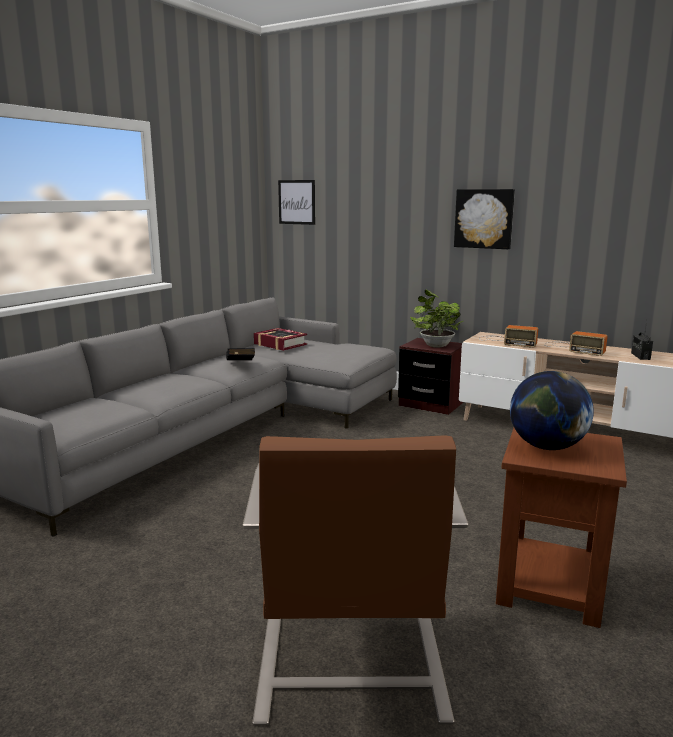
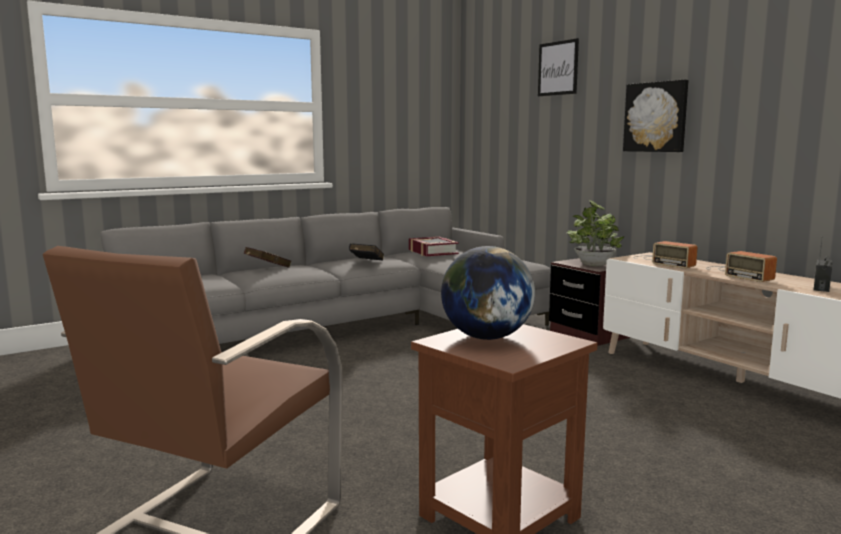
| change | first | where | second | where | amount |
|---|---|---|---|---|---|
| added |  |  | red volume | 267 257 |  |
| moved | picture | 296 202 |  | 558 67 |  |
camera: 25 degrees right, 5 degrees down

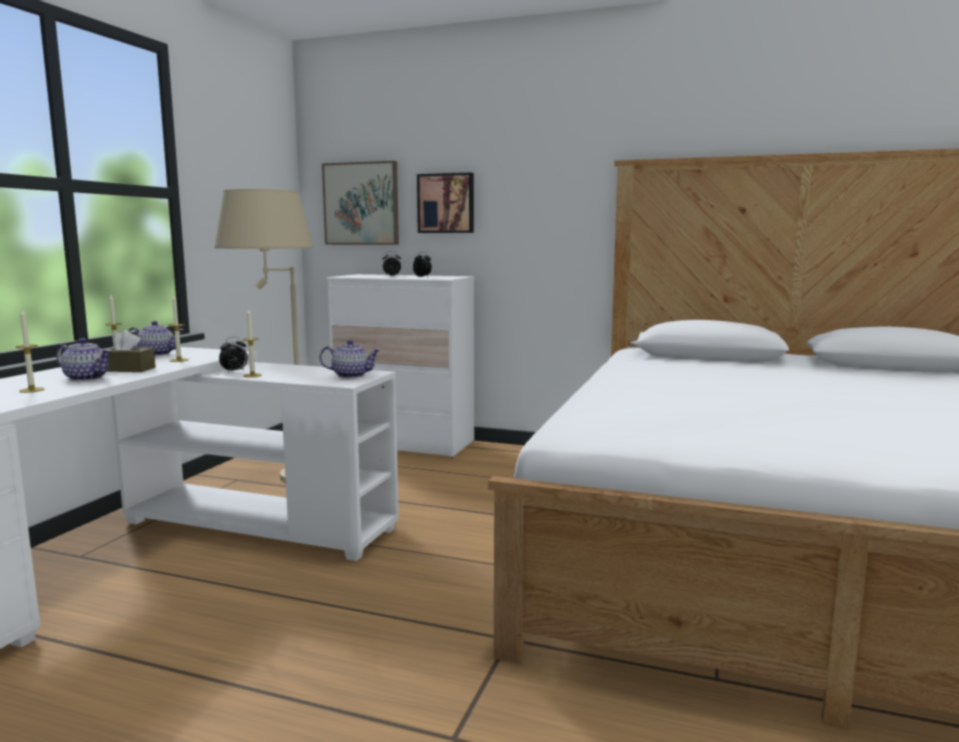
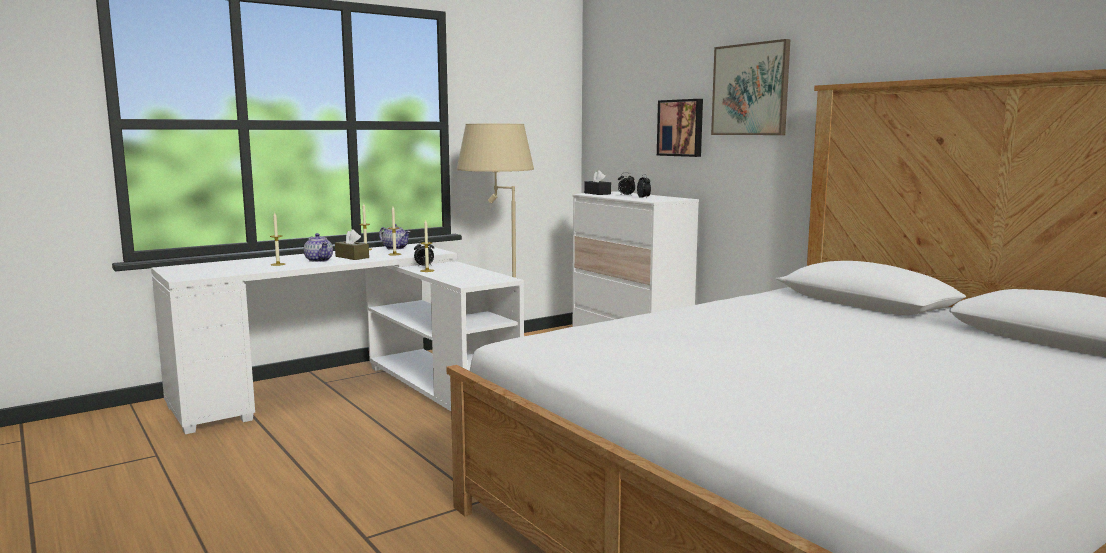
| change | first | where | second | where | amount |
|---|---|---|---|---|---|
| added |  |  | blackish box of tissues | 597 182 |  |
| moved | picture | 360 203 |  | 751 87 |  |
| removed | tea pot | 349 359 |  |  |  |
camera: 35 degrees right, 0 degrees up

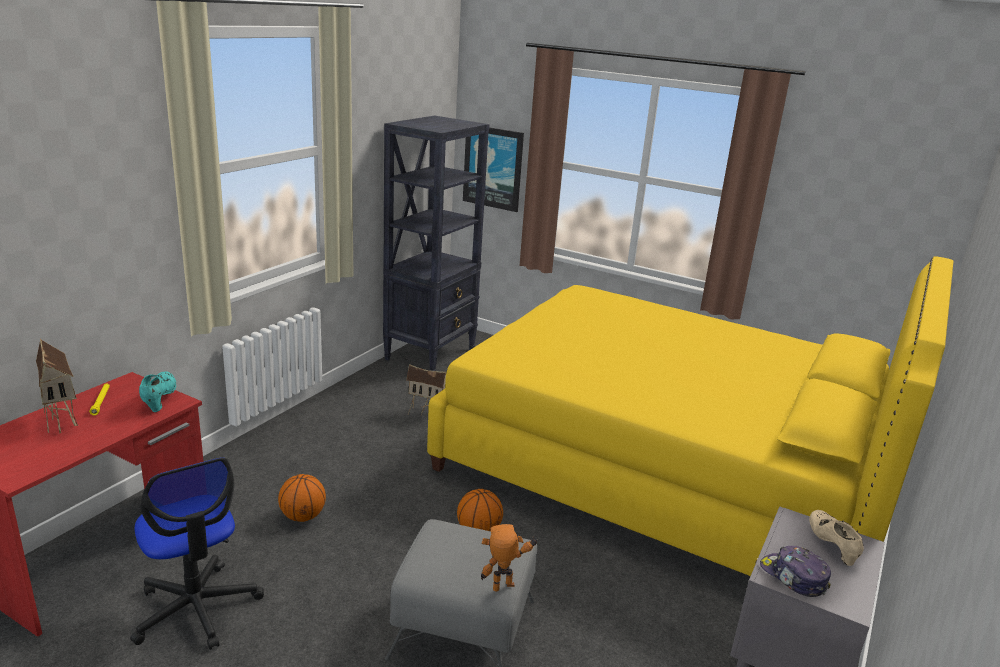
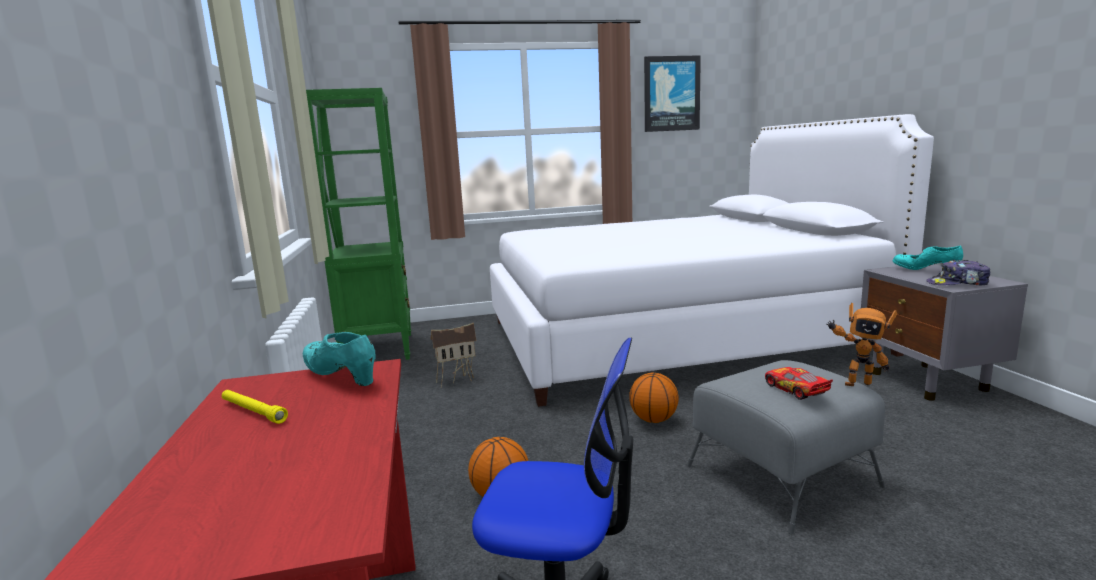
| change | first | where | second | where | amount |
|---|---|---|---|---|---|
| recoloured | blackish shelving unit | 436 243 | green-coloured shelving unit | 358 224 |  |
| recoloured | yellow-coloured sleeping bed | 690 416 | white-coloured sleeping bed | 712 260 |  |
| moved | picture | 493 169 |  | 672 93 |  |
| added |  |  | miniature car | 799 383 |  |
| turned | toy robot | 510 558 |  | 862 344 | 105 degrees counterclockwise |
| recoloured | beige-coloured shoe | 836 538 | blue-green shoe | 928 258 |  |
| removed | model house | 57 386 |  |  |  |
camera: 40 degrees left, 10 degrees down

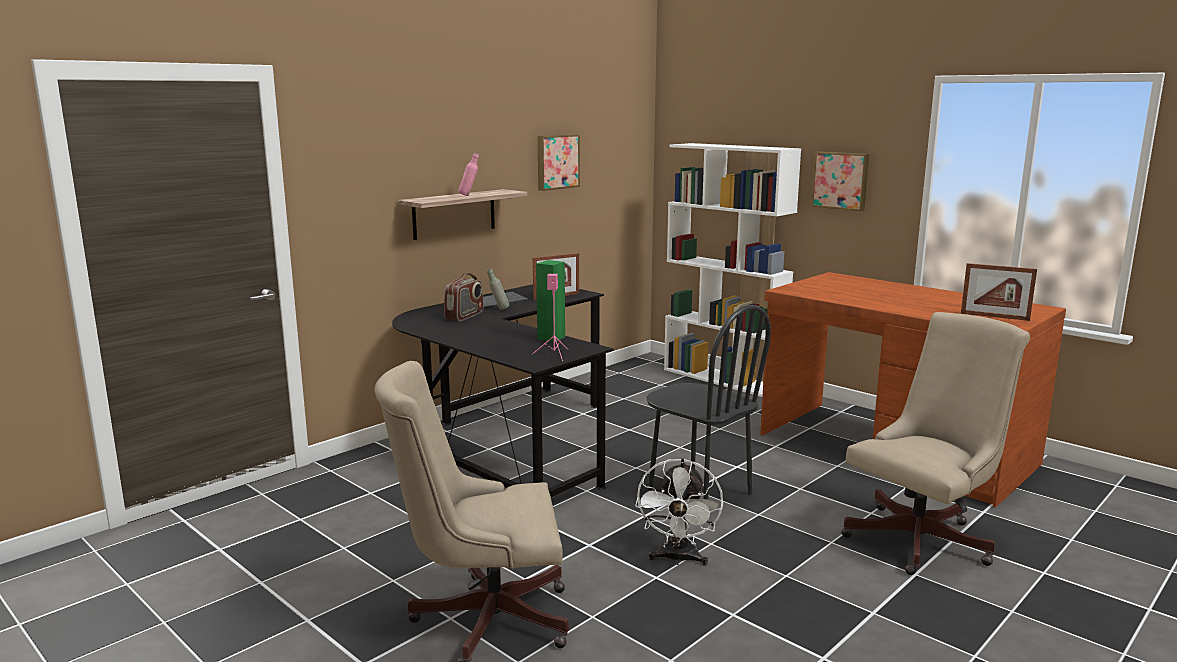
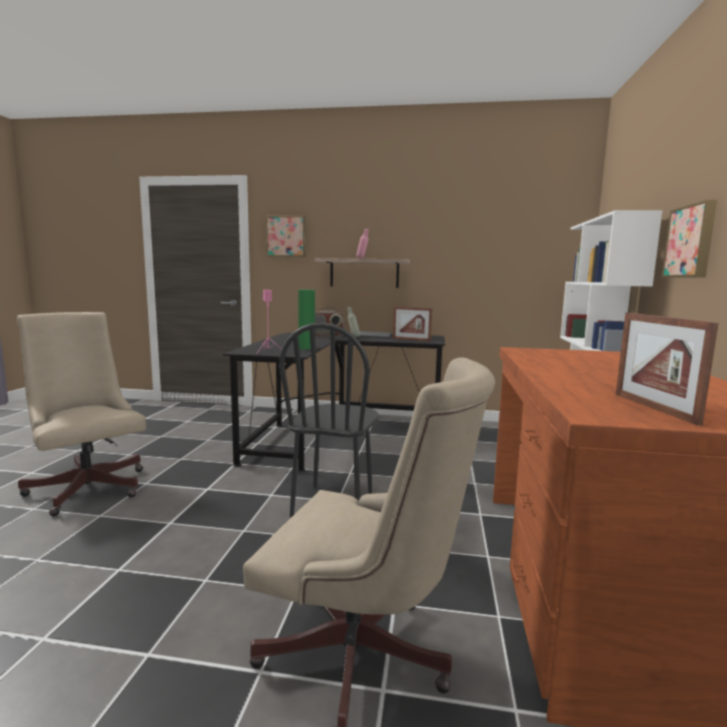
| change | first | where | second | where | amount |
|---|---|---|---|---|---|
| moved | picture | 558 162 |  | 286 236 |  |
| removed | white-coloured cooling fan | 679 512 |  |  |  |
camera: 55 degrees right, 5 degrees down

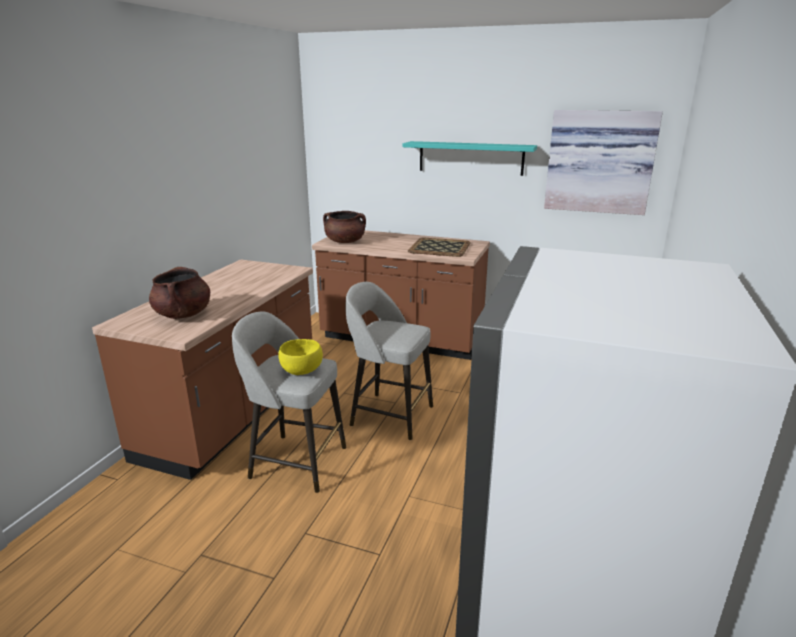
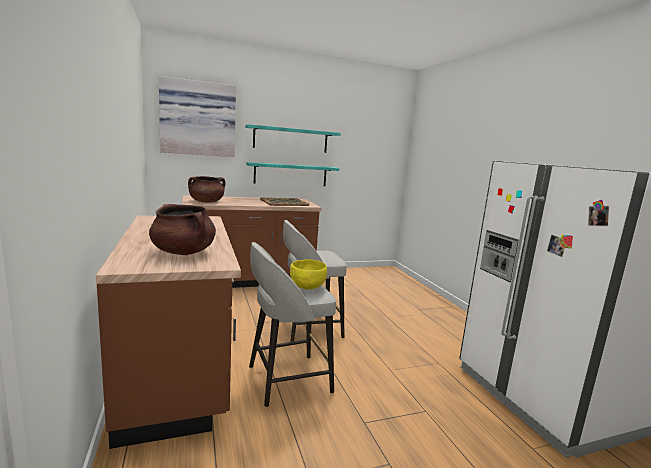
| change | first | where | second | where | amount |
|---|---|---|---|---|---|
| moved | picture | 603 162 |  | 197 116 |  |
| added |  |  | blue-green shelf | 292 174 |  |
camera: 40 degrees left, 10 degrees down

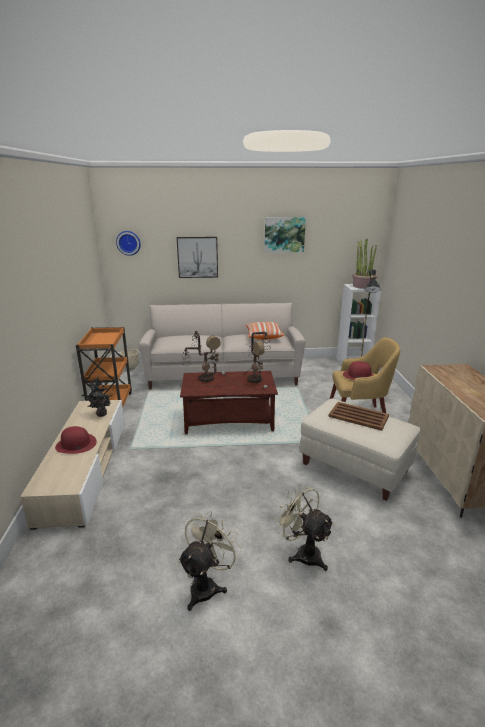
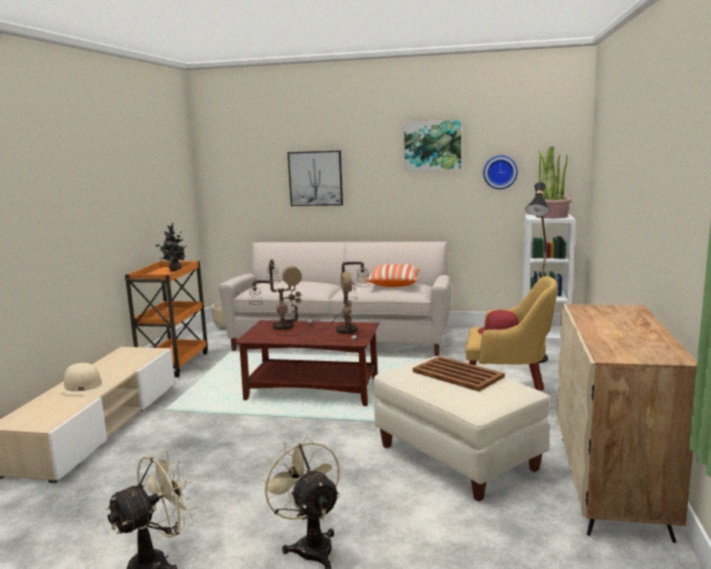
| change | first | where | second | where | amount |
|---|---|---|---|---|---|
| recoloured | red hat | 76 440 | beige-coloured hat | 83 379 |  |
| moved | potted plant | 96 396 |  | 172 247 |  |
| moved | wall clock | 128 243 |  | 500 172 |  |
camera: 15 degrees right, 10 degrees down

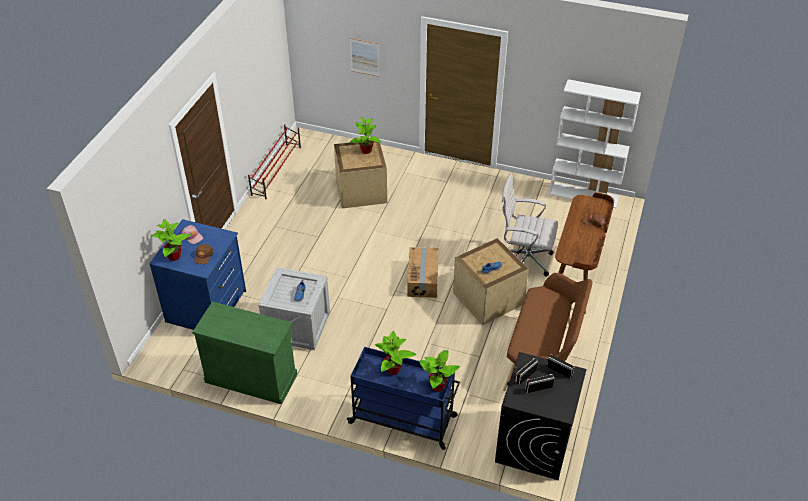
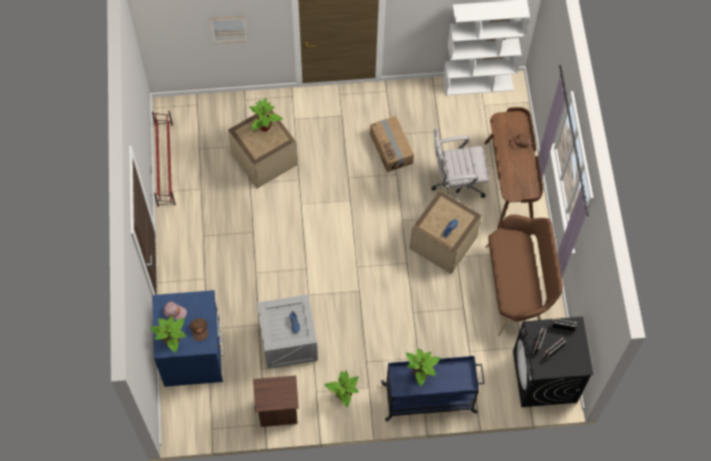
| change | first | where | second | where | amount |
|---|---|---|---|---|---|
| replaced | green-coloured cabinet | 244 353 | brownish nightstand | 276 401 |  |
| moved | potted plant | 439 371 |  | 341 388 |  |
| moved | carton | 422 272 |  | 392 144 |  |
camera: 25 degrees left, 20 degrees up

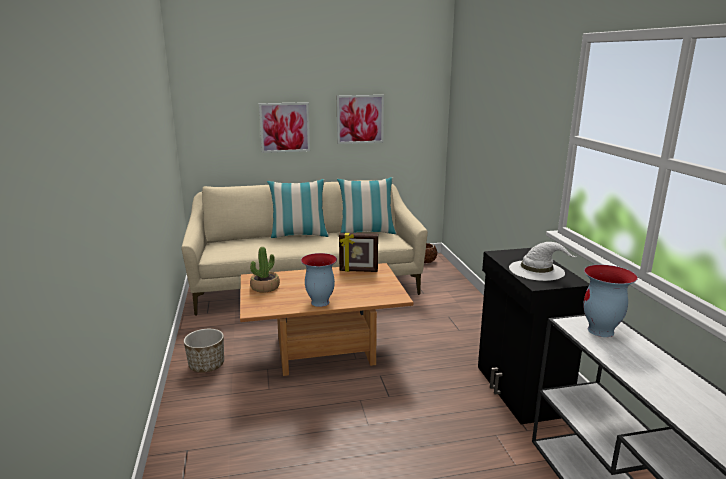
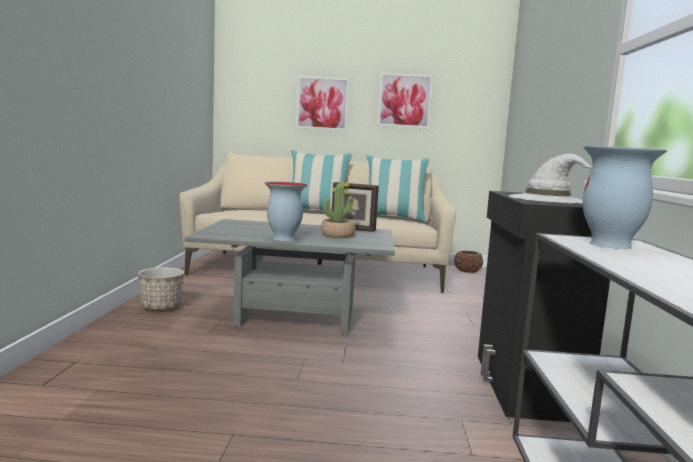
| change | first | where | second | where | amount |
|---|---|---|---|---|---|
| recoloured | brownish low table | 326 319 | grey low table | 289 277 |  |
| moved | potted plant | 265 270 |  | 338 211 |  |
camera: 15 degrees right, 10 degrees down

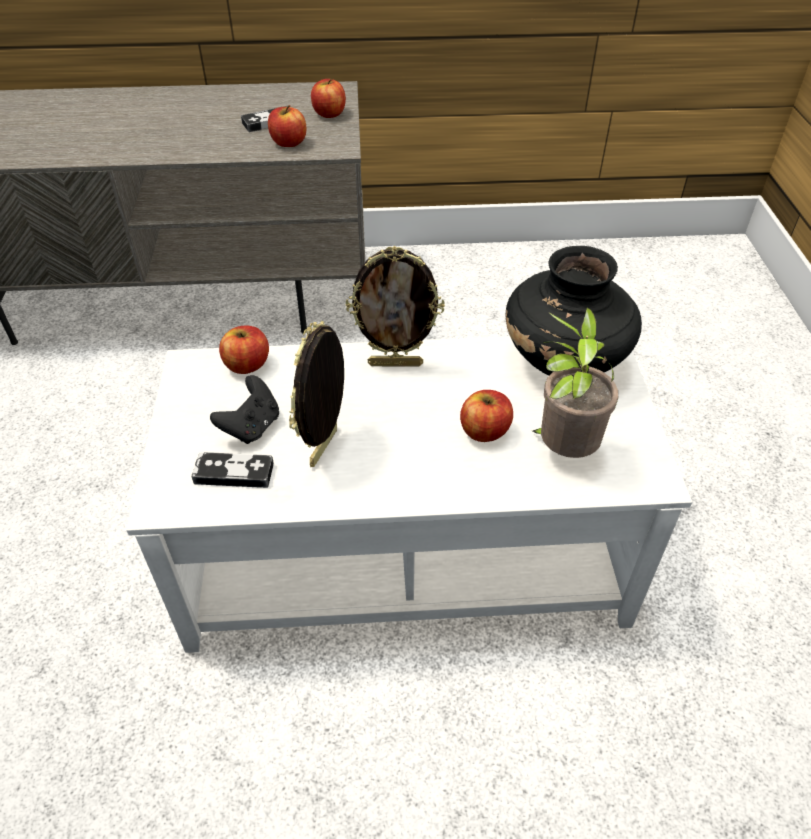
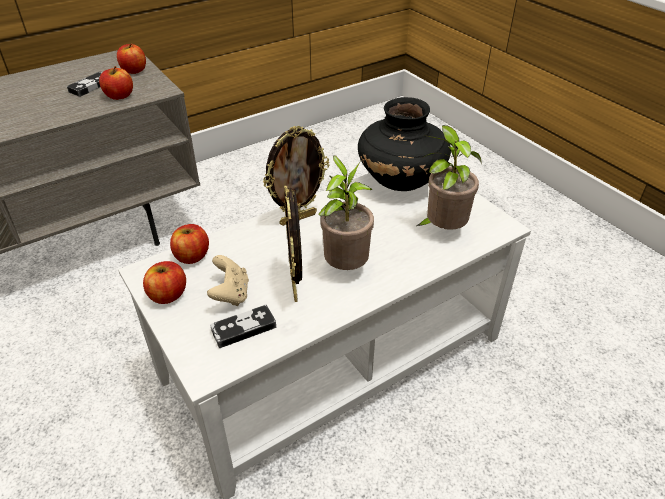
| change | first | where | second | where | amount |
|---|---|---|---|---|---|
| moved | whole apple | 486 416 |  | 164 282 |  |
| recoloured | blackish joypad | 244 409 | beige-coloured joypad | 228 280 |  |
| added |  |  | potted plant | 346 213 |  |
camera: 30 degrees left, 5 degrees down

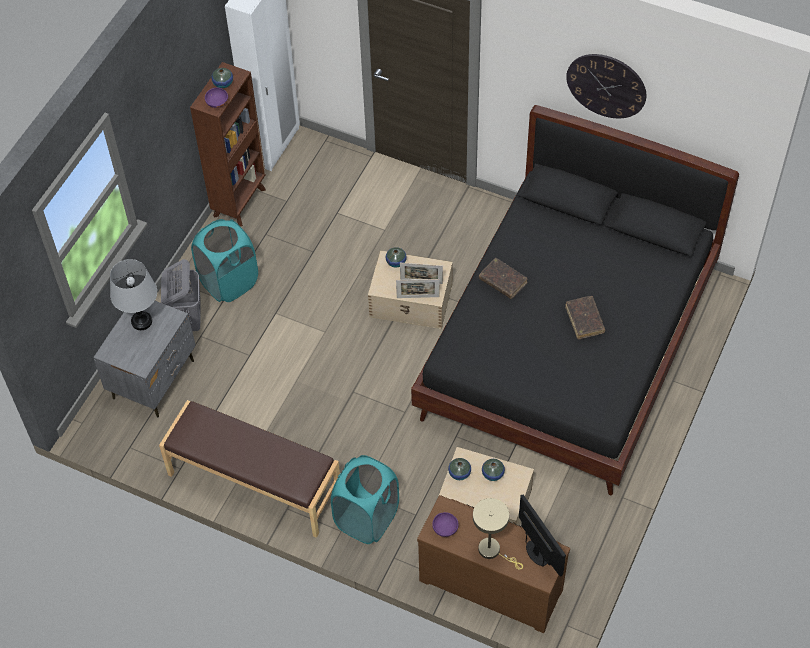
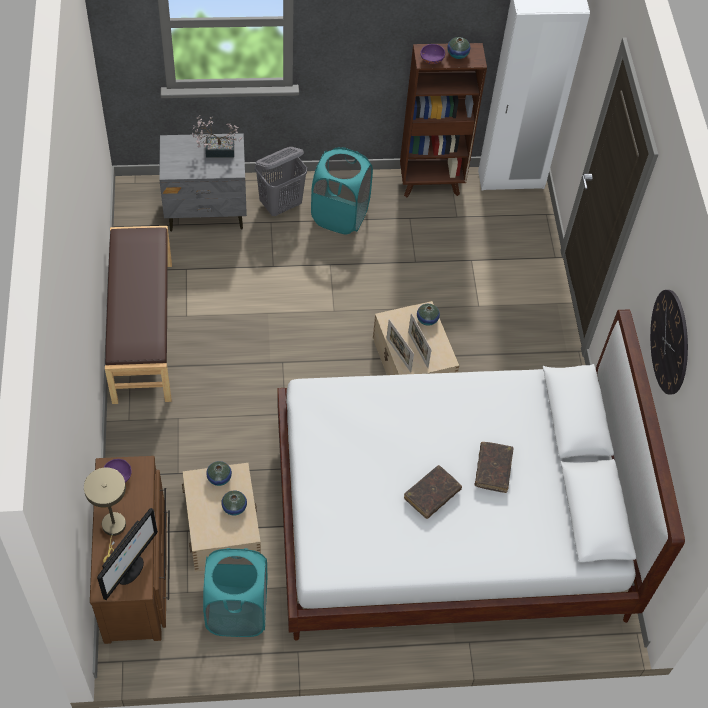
| change | first | where | second | where | amount |
|---|---|---|---|---|---|
| replaced | grey tabletop lamp | 133 294 | potted plant | 217 136 |  |
| moved | blue-green laundry basket | 365 499 |  | 235 592 |  |
| recoloured | blackish sleeping bed | 575 300 | white-coloured sleeping bed | 481 475 |  |
| moved | brownish volume | 503 278 |  | 494 467 |  |
camera: 55 degrees right, 0 degrees up

